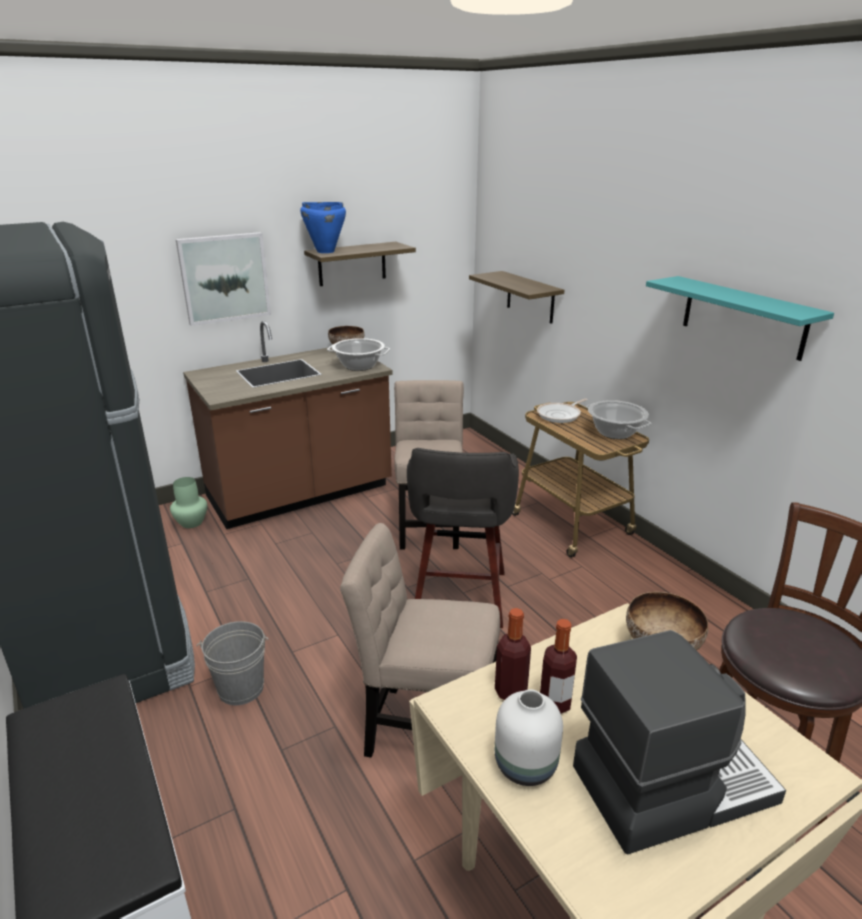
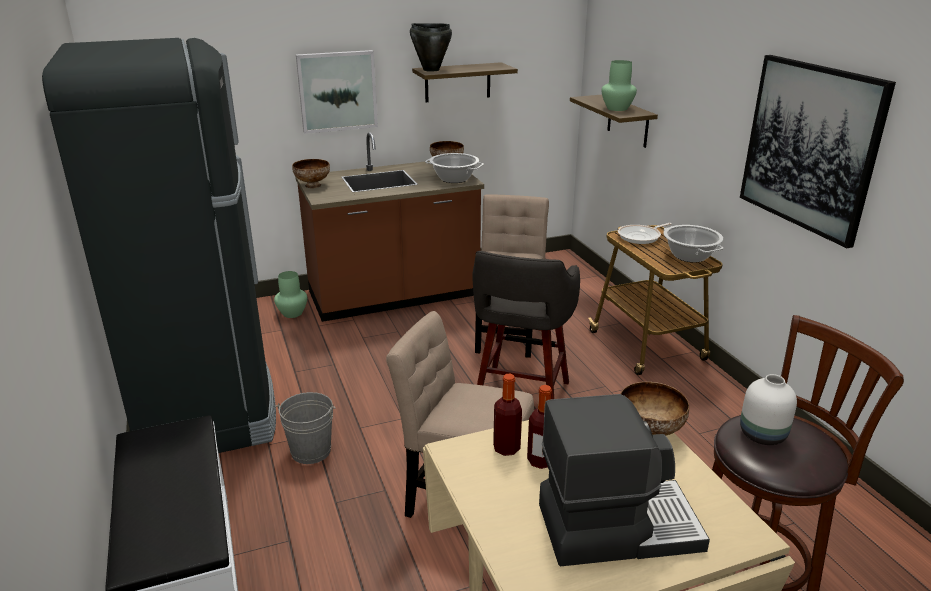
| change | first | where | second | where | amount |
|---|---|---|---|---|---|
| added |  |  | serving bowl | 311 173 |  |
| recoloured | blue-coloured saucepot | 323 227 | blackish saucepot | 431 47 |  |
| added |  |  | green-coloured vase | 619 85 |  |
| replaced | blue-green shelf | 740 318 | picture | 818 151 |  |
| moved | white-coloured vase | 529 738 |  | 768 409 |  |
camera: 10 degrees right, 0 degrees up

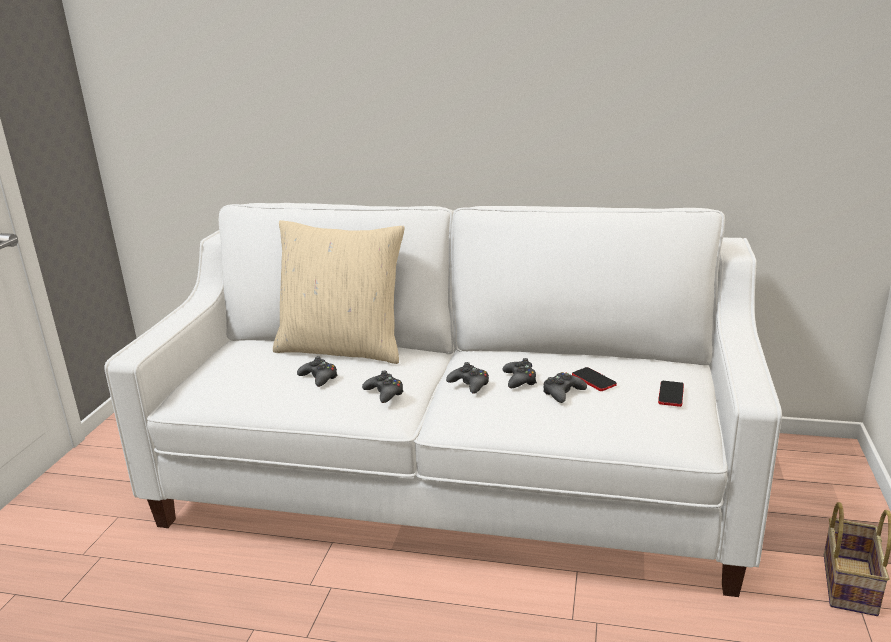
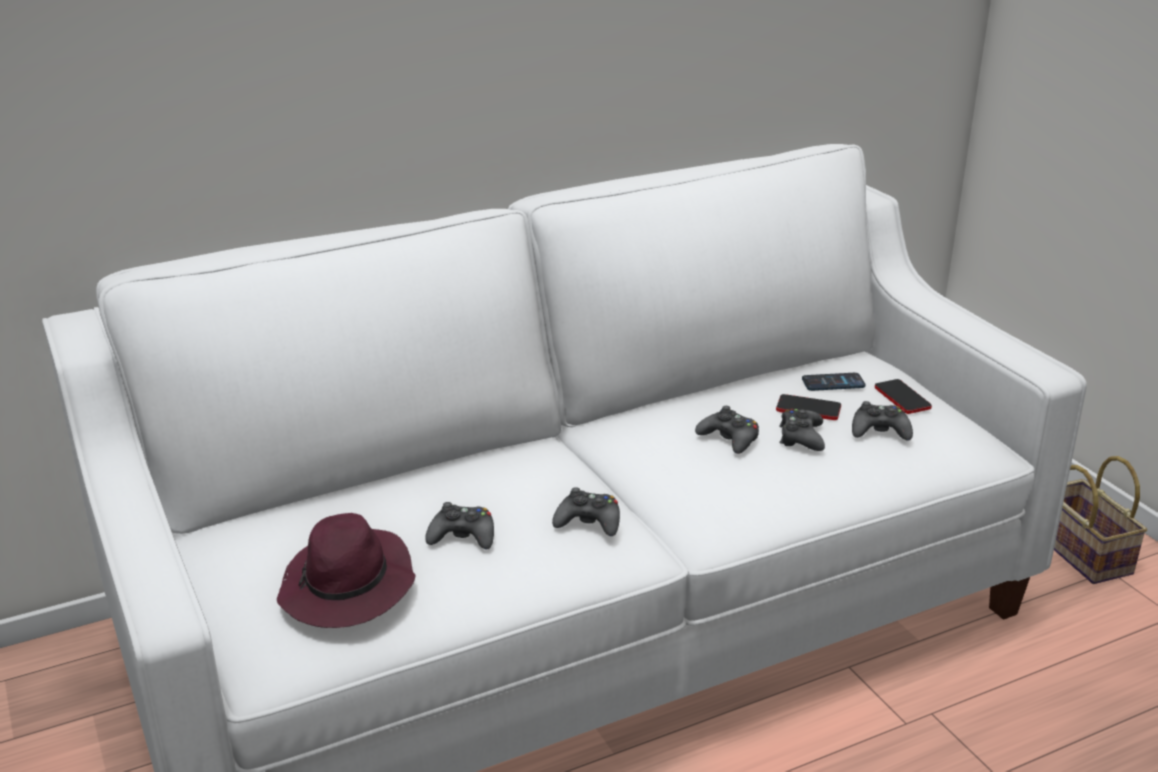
| change | first | where | second | where | amount |
|---|---|---|---|---|---|
| added |  |  | purple hat | 346 570 |  |
| added |  |  | handset | 834 382 |  |
| moved | blackish joypad | 467 378 |  | 882 421 |  |
| removed | beige-coloured cushion | 339 292 |  |  |  |
camera: 40 degrees left, 5 degrees up

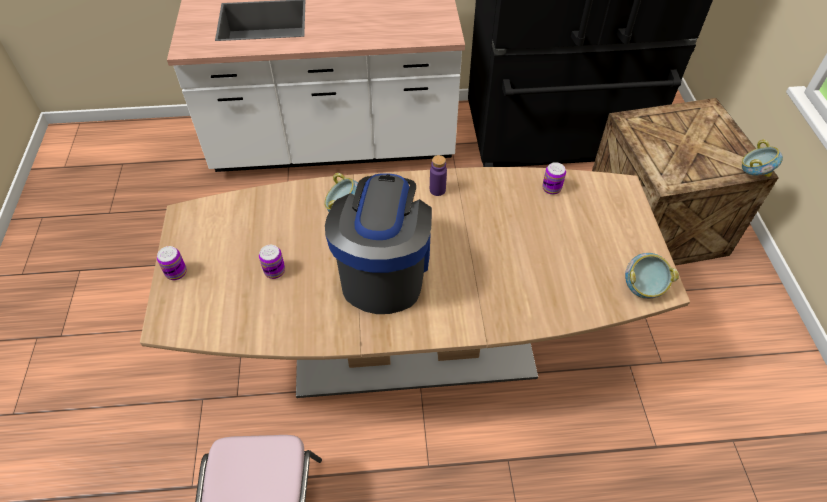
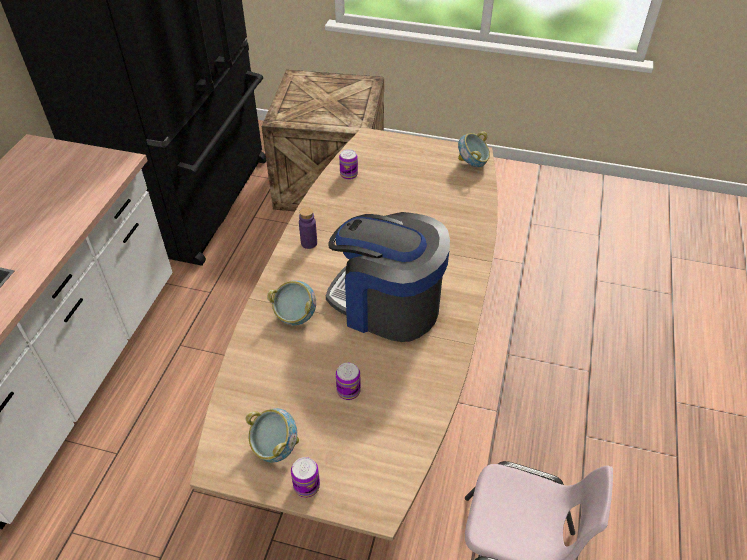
| change | first | where | second | where | amount |
|---|---|---|---|---|---|
| moved | serving bowl | 762 158 |  | 272 435 |  |
camera: 70 degrees left, 5 degrees down

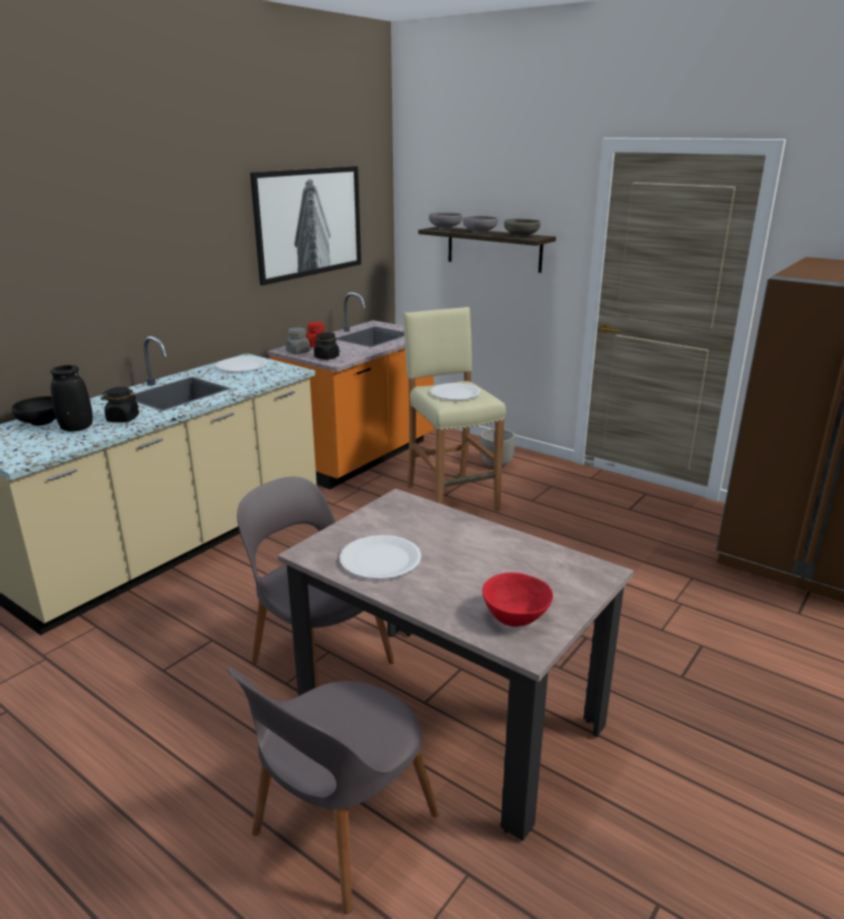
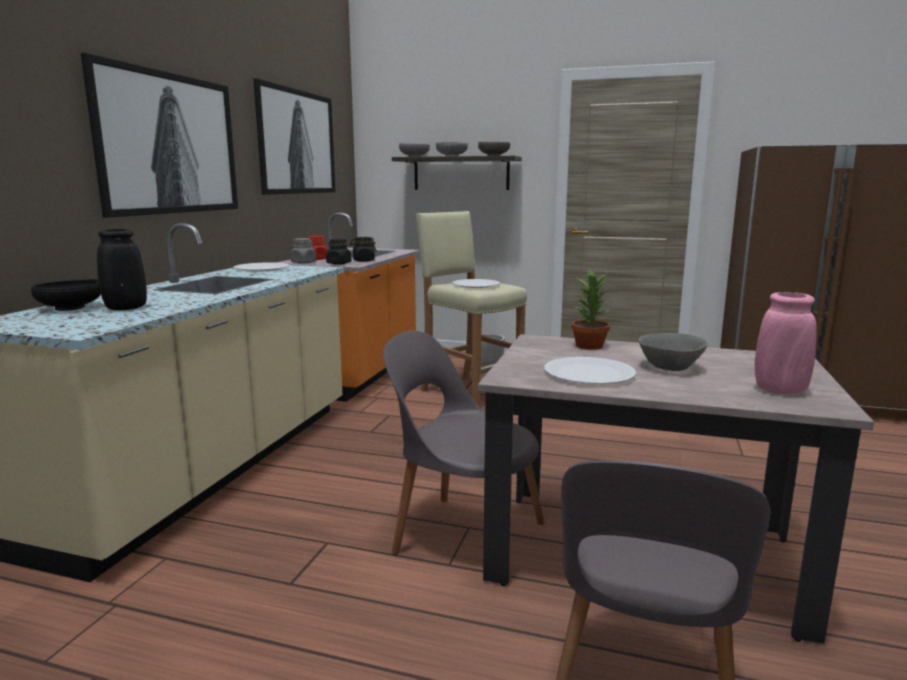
| change | first | where | second | where | amount |
|---|---|---|---|---|---|
| added |  |  | picture | 159 135 |  |
| moved | blackish storage jar | 120 404 |  | 363 249 |  |
| added |  |  | potted plant | 590 309 |  |
| added |  |  | grey serving bowl | 673 352 |  |
| replaced | red serving bowl | 517 599 | pink-coloured vase | 786 343 |  |
camera: 20 degrees left, 10 degrees down

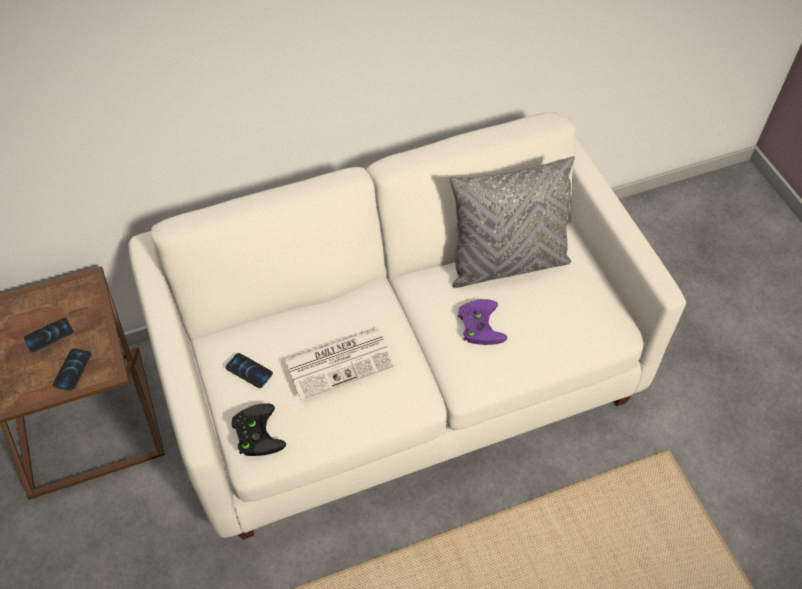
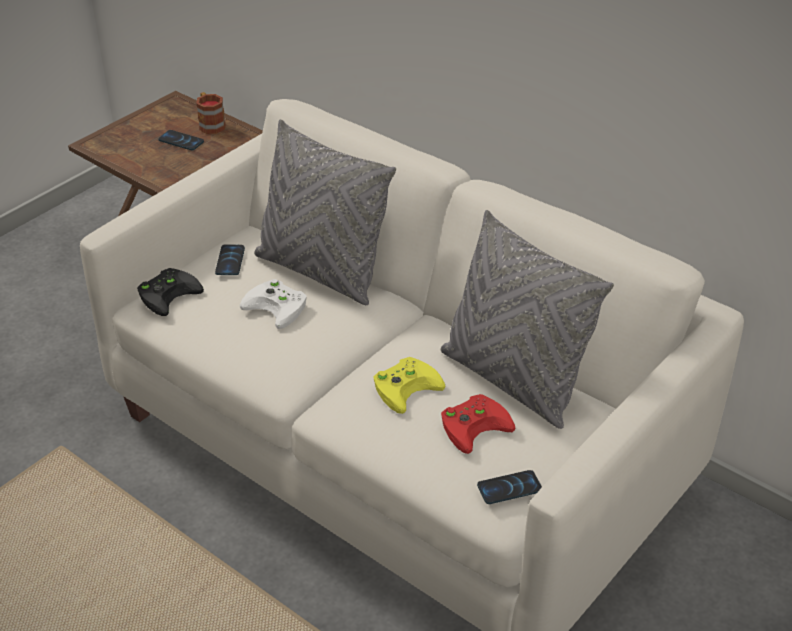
| change | first | where | second | where | amount |
|---|---|---|---|---|---|
| added |  |  | mug | 211 113 |  |
| replaced | daily paper | 340 363 | white-coloured joypad | 273 304 |  |
| added |  |  | grey cushion | 325 212 |  |
| recoloured | purple joypad | 482 322 | yellow-coloured joypad | 409 385 |  |
| added |  |  | red joypad | 478 424 |  |
| moved | handset | 72 369 |  | 509 487 |  |
camera: 60 degrees right, 15 degrees down

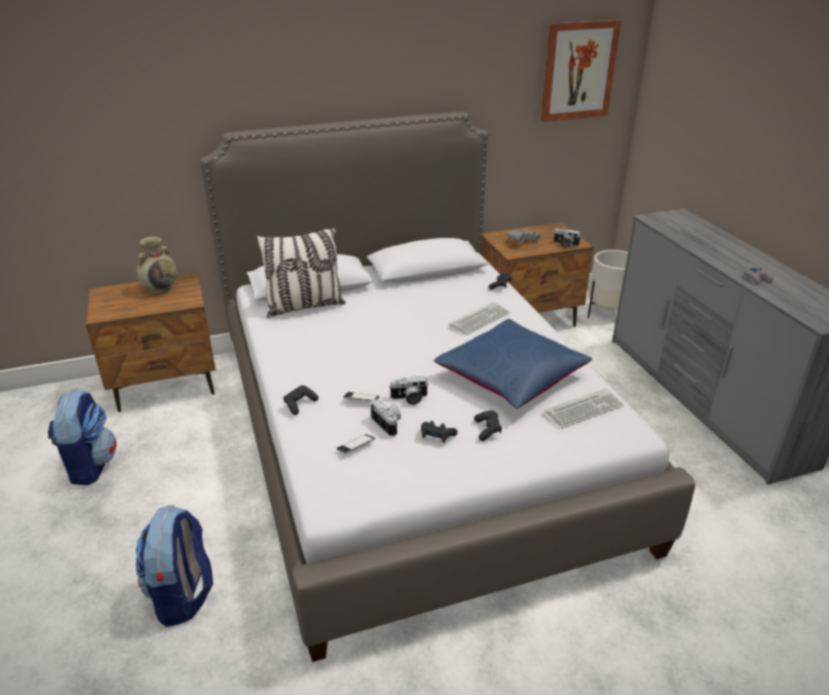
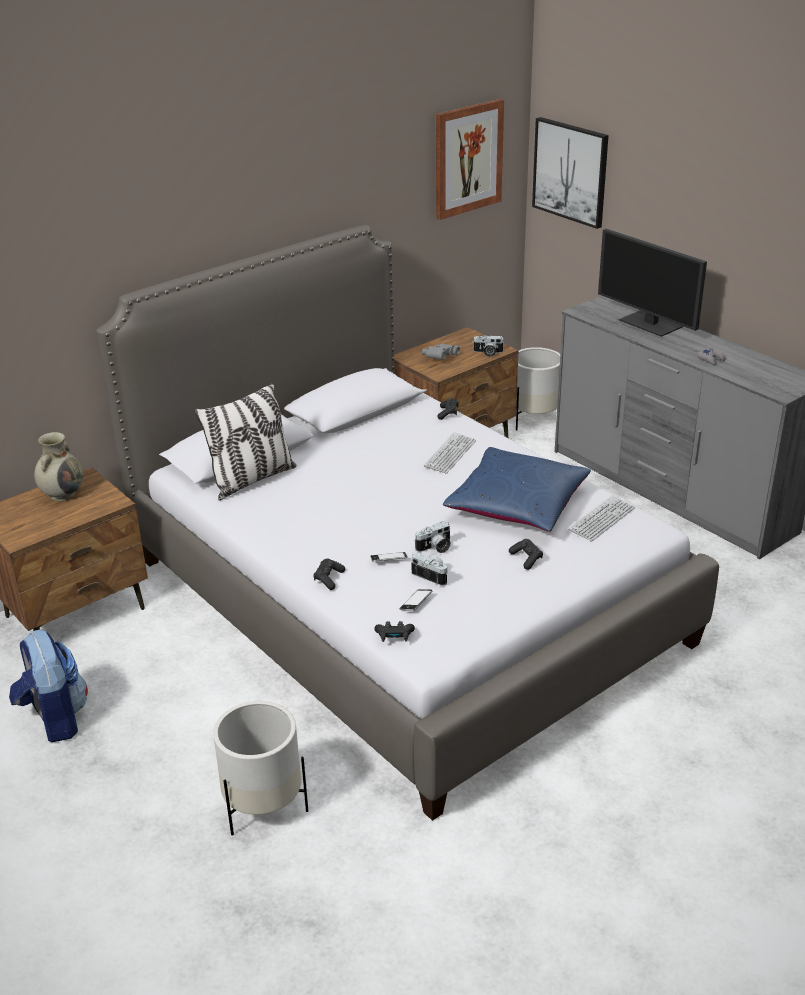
| change | first | where | second | where | amount |
|---|---|---|---|---|---|
| replaced | knapsack | 174 566 | white-coloured planter | 260 768 |  |
| moved | blackish joypad | 439 432 |  | 394 631 |  |
| added |  |  | picture | 570 173 |  |
| added |  |  | computer screen | 652 283 |  |
camera: 20 degrees left, 0 degrees up

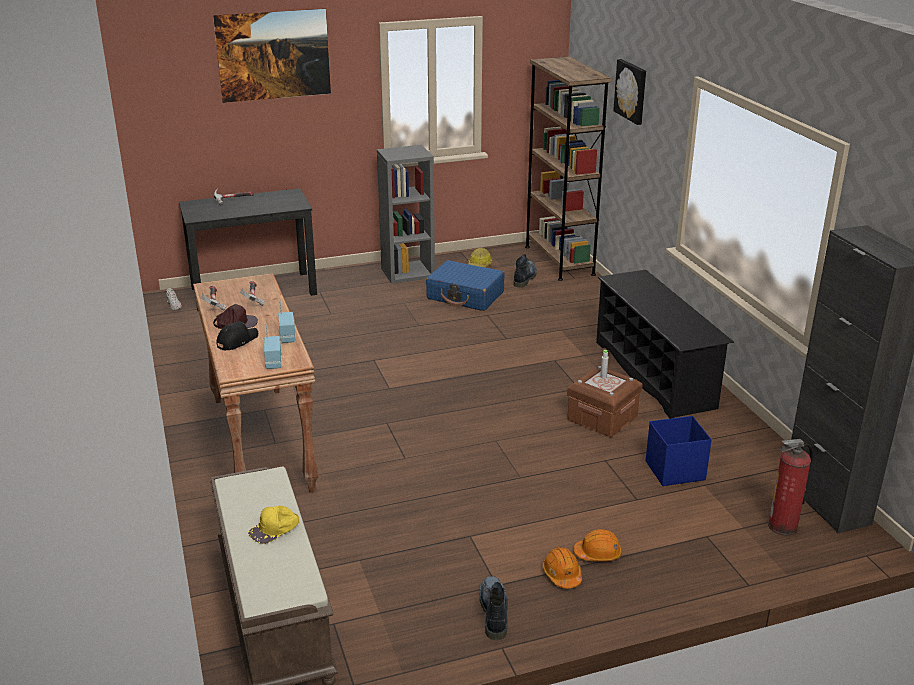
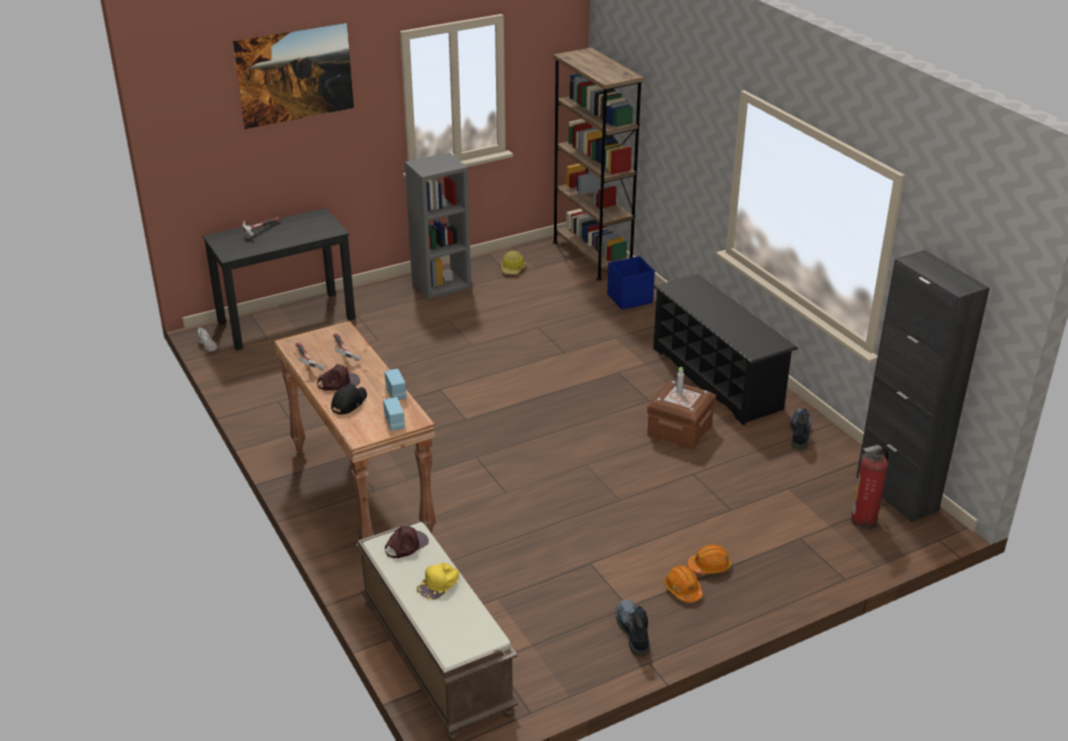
| change | first | where | second | where | amount |
|---|---|---|---|---|---|
| added |  |  | brownish baseball cap | 407 542 |  |
| moved | blue-coloured storage container | 679 451 |  | 631 283 |  |
| moved | tall boot | 525 271 |  | 800 429 |  |
| removed | blue-coloured piece of luggage | 465 285 |  |  |  |
| removed | picture | 629 92 |  |  |  |
camera: 10 degrees left, 5 degrees up

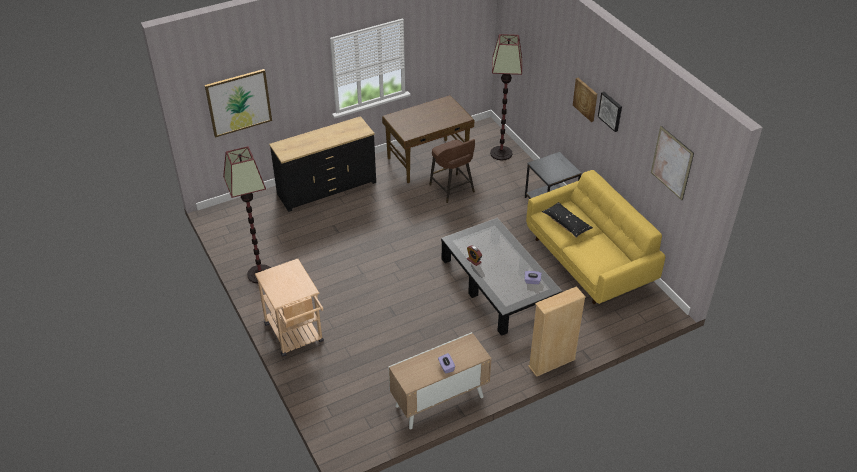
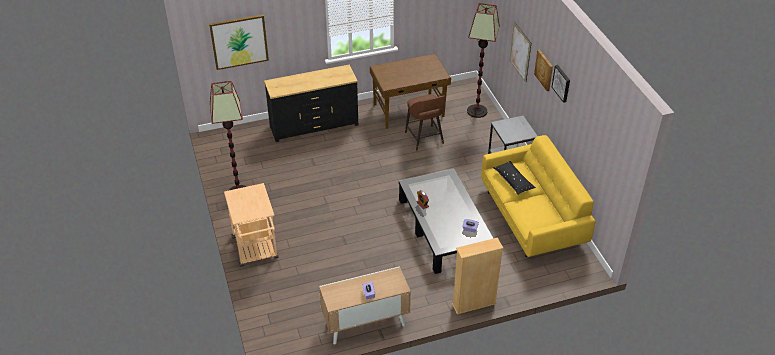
| change | first | where | second | where | amount |
|---|---|---|---|---|---|
| moved | picture | 672 163 |  | 520 52 |  |
camera: 10 degrees right, 0 degrees up

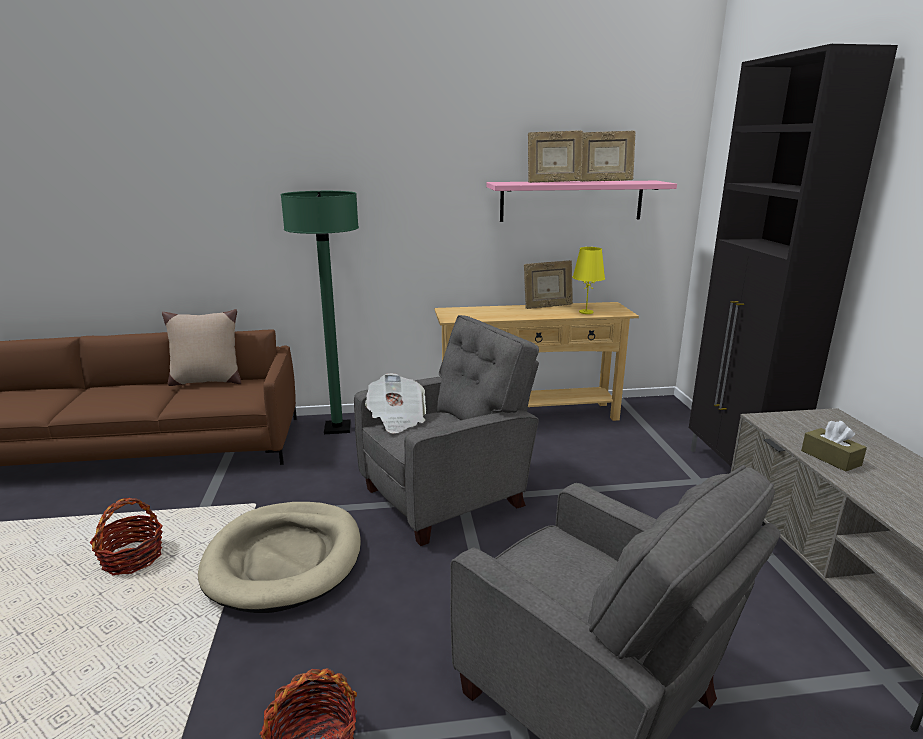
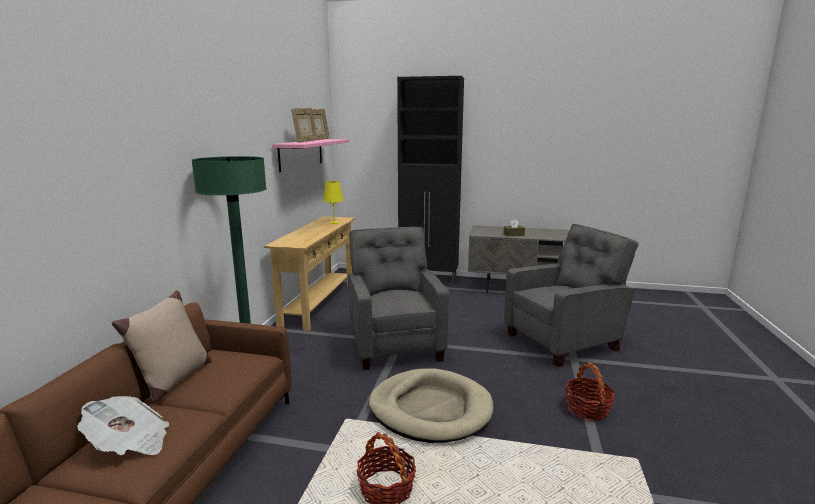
| change | first | where | second | where | amount |
|---|---|---|---|---|---|
| moved | daily paper | 395 403 |  | 123 425 |  |
| removed | standing frame | 548 284 |  |  |  |
camera: 70 degrees left, 5 degrees down

